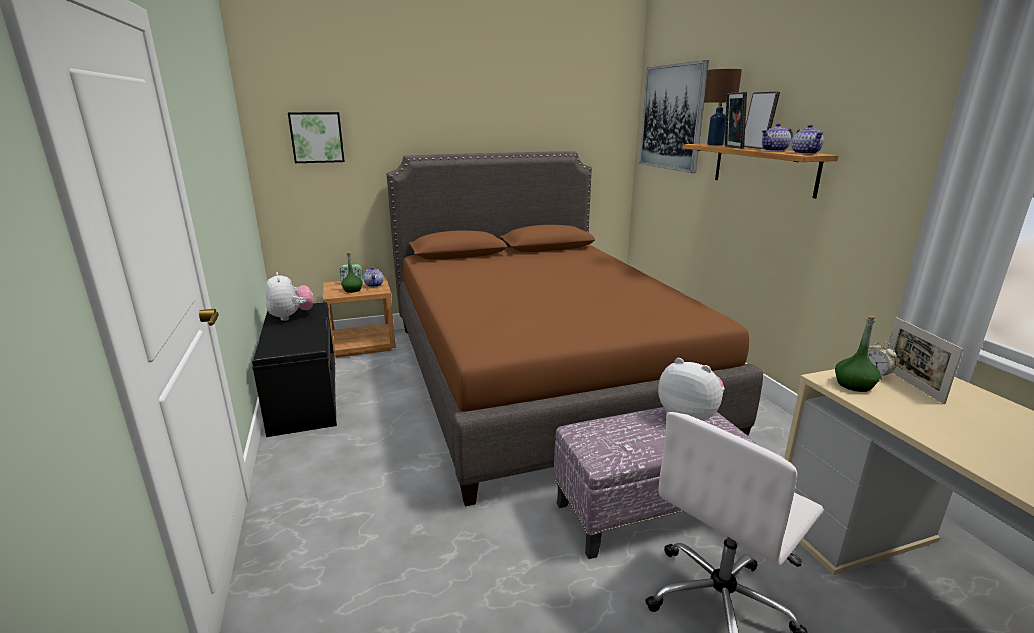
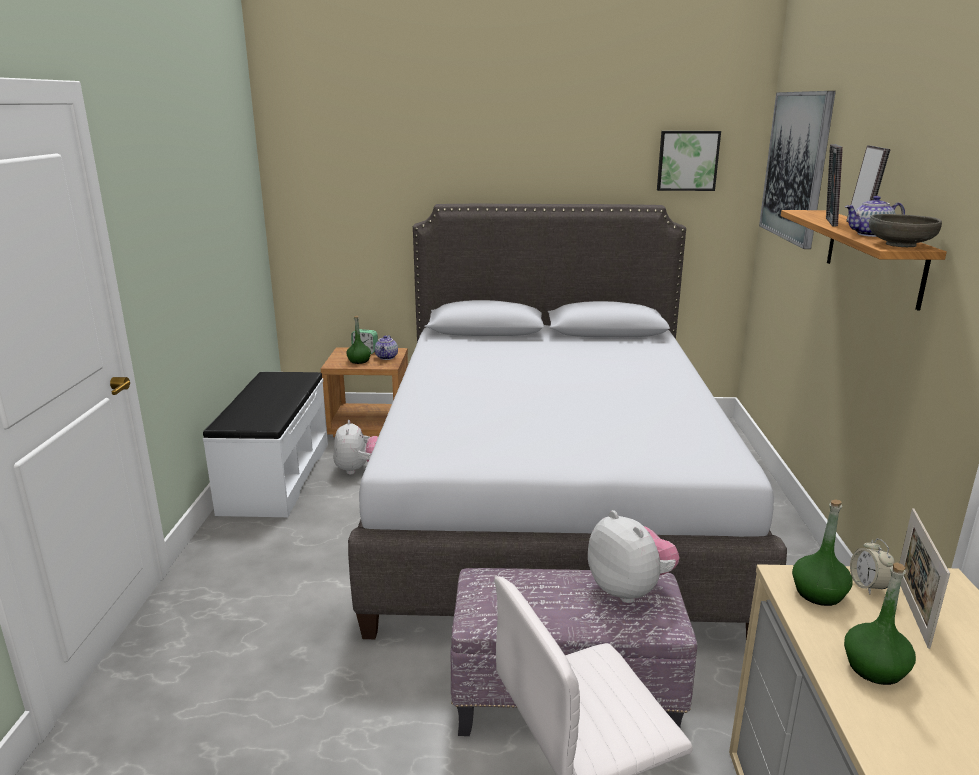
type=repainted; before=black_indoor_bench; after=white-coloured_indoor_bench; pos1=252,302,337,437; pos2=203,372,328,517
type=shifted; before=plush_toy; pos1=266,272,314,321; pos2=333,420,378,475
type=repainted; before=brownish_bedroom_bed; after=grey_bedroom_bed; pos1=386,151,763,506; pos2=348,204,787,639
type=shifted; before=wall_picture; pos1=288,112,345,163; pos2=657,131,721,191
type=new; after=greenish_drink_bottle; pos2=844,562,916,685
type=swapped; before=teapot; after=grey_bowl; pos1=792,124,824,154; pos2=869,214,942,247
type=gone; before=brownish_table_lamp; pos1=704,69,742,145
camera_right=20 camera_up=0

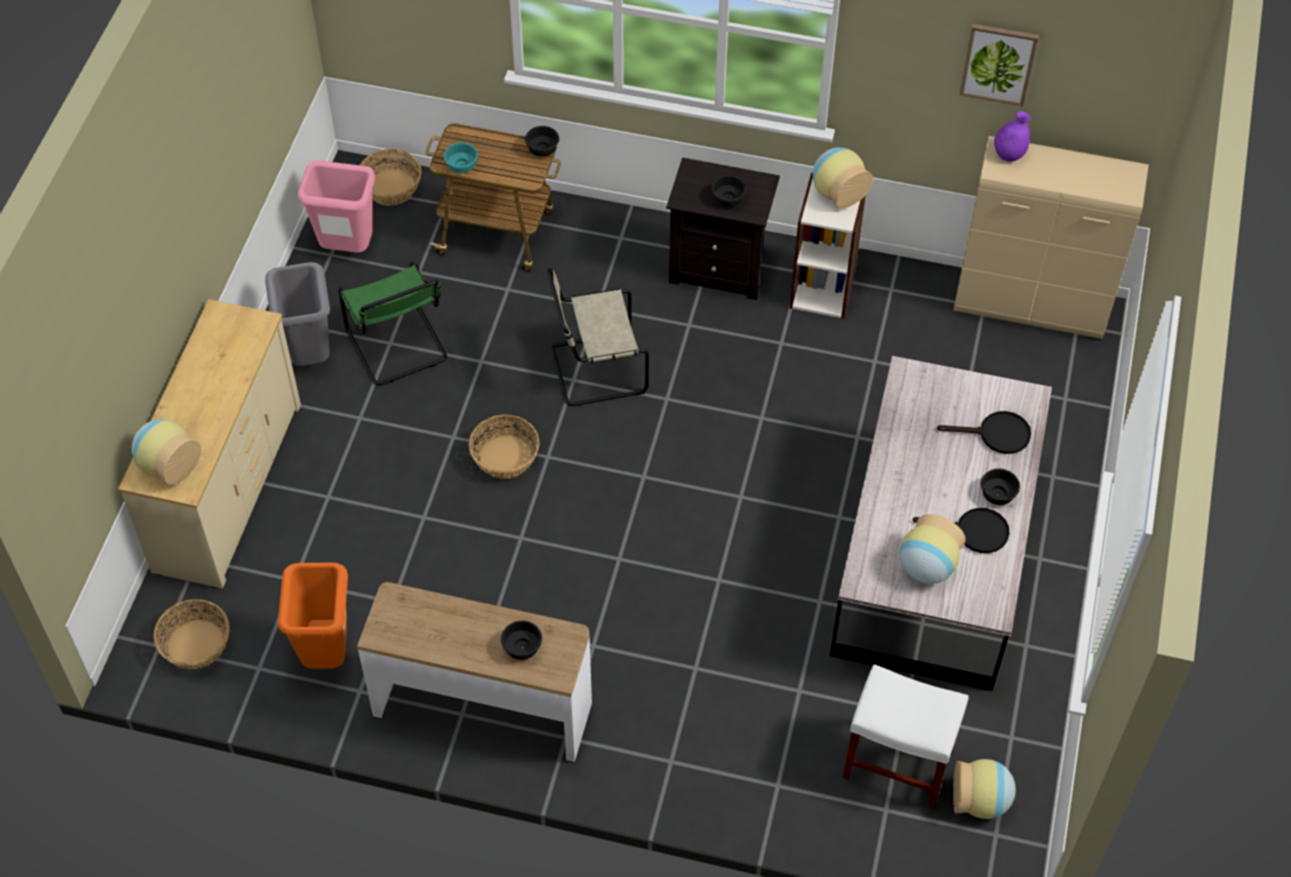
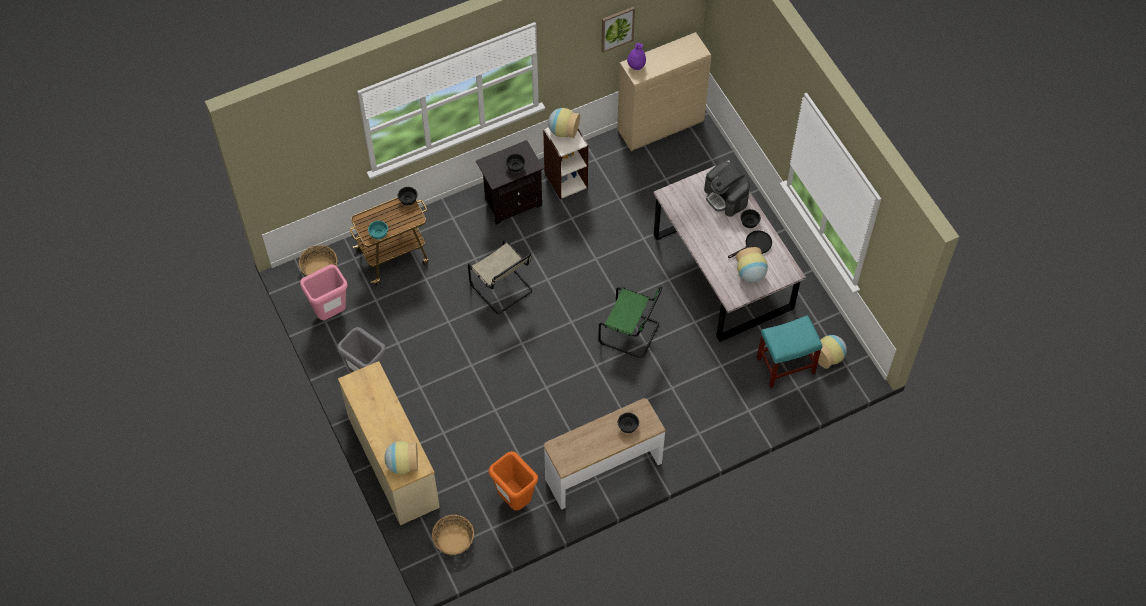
type=rotated; before=beige-coloured_plain_chair; pos1=547,268,649,406; pos2=468,241,532,314; turn=-75
type=shifted; before=greenish_plain_chair; pos1=338,262,447,385; pos2=598,287,662,358
type=swapped; before=black_frying_pan; after=coffee_brewer; pos1=937,411,1031,454; pos2=704,161,749,217
type=repainted; before=white-coloured_stool; after=blue-green_stool; pos1=843,664,969,809; pos2=757,315,822,388
type=gone; before=household_basket; pos1=469,415,539,479
camera_right=-40 camera_up=5

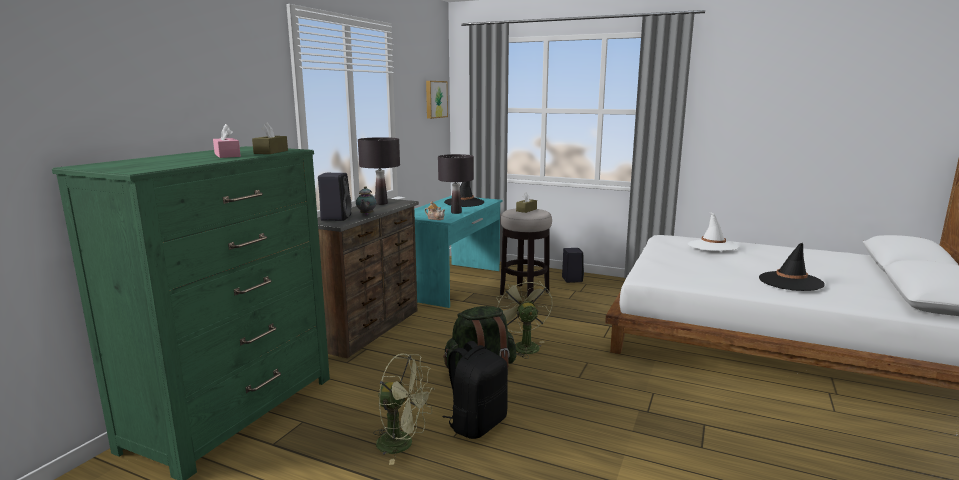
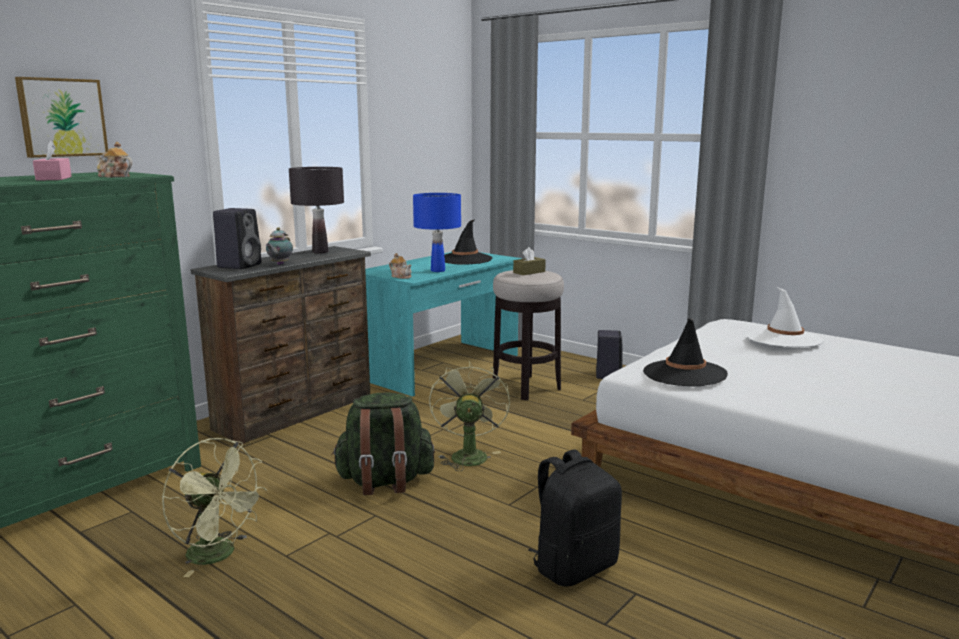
type=shifted; before=wall_picture; pos1=426,81,448,119; pos2=15,77,108,158
type=swapped; before=brownish_tissue_holder; after=teapot; pos1=252,122,288,154; pos2=95,142,133,177
type=repainted; before=black_table_lamp; after=bluish_table_lamp; pos1=438,154,474,214; pos2=413,193,461,272
type=shifted; before=black_rucksack; pos1=443,341,508,439; pos2=528,449,622,587
type=shifted; before=black_wearable_hat; pos1=759,243,825,291; pos2=643,318,728,386
camera_right=15 camera_up=0

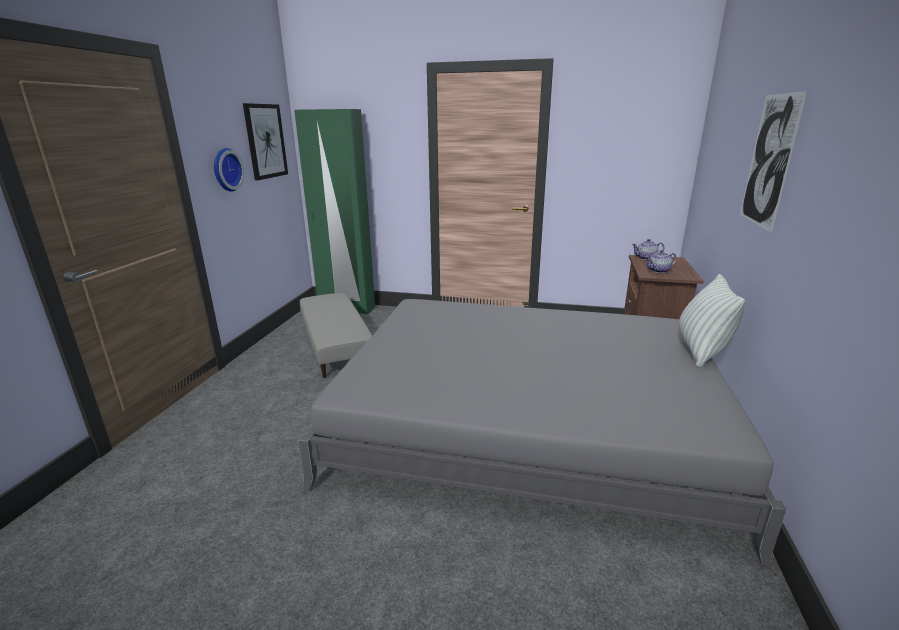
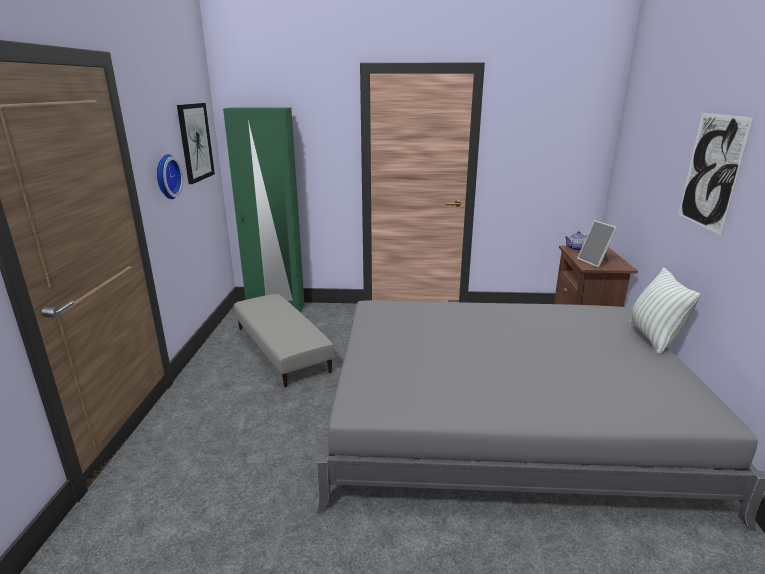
type=swapped; before=teapot; after=standing_frame; pos1=646,250,677,273; pos2=577,220,617,268
camera_right=-10 camera_up=0

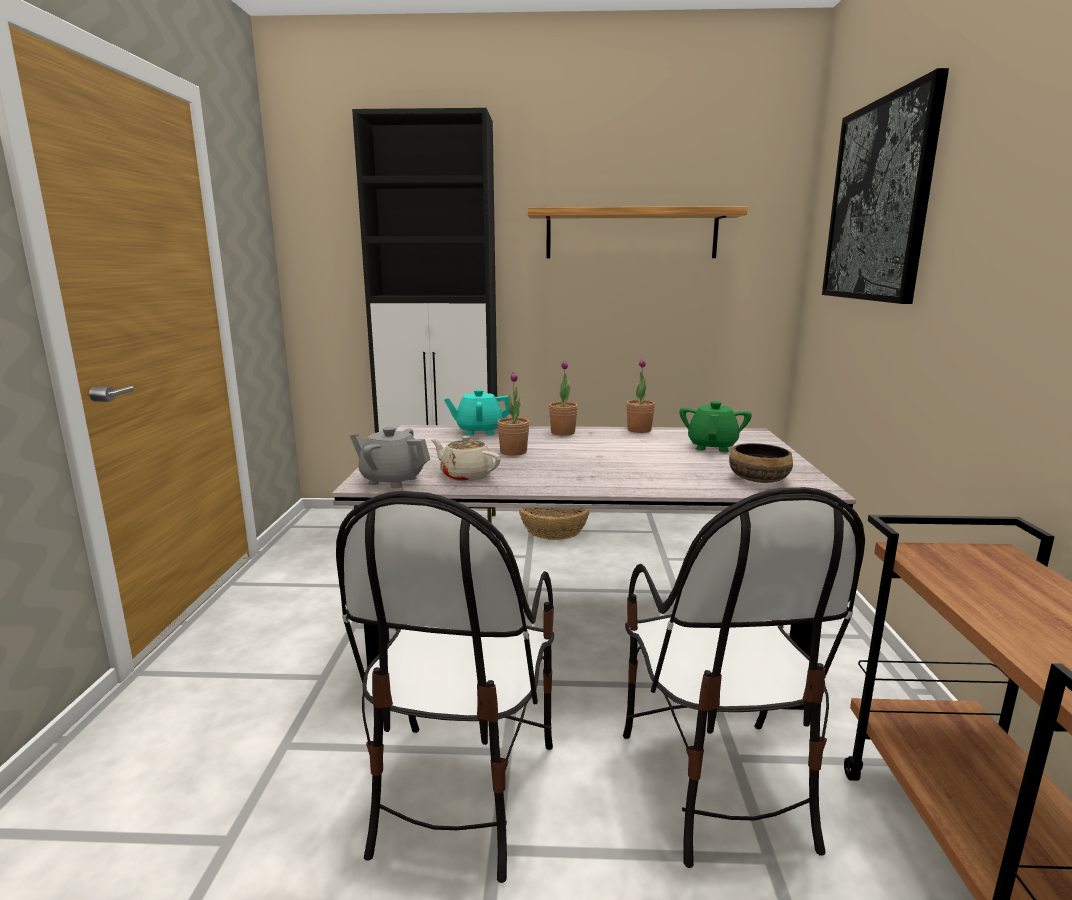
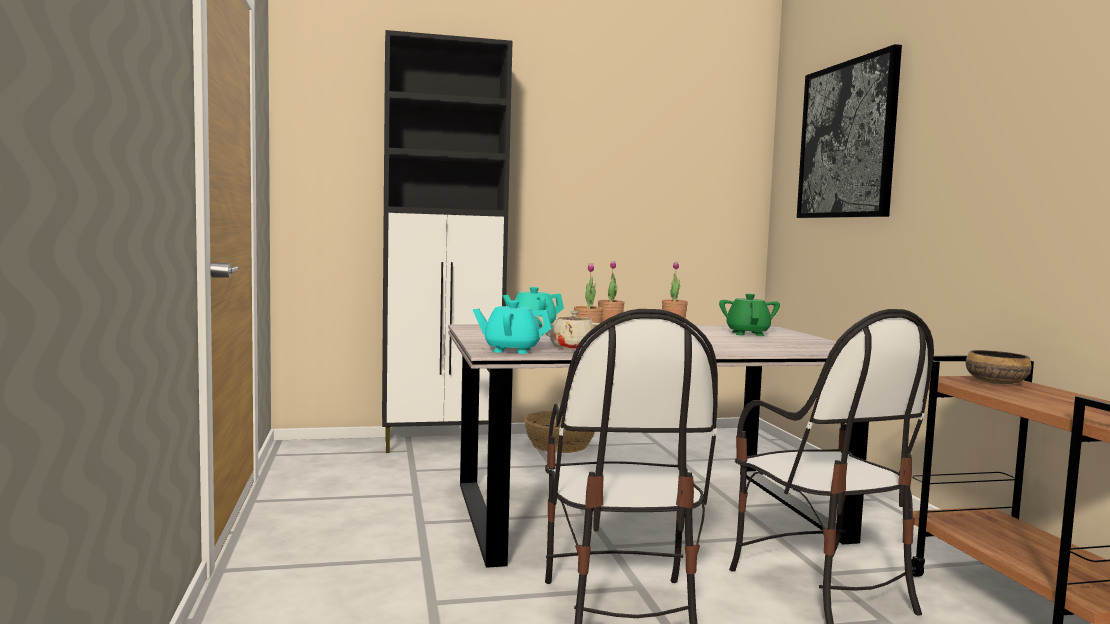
type=repainted; before=grey_teapot; after=blue-green_teapot; pos1=350,427,430,488; pos2=473,301,552,354
type=shifted; before=bowl; pos1=729,443,793,483; pos2=966,350,1032,384
type=gone; before=bracket_shelf; pos1=528,206,748,258
camera_right=-15 camera_up=-10

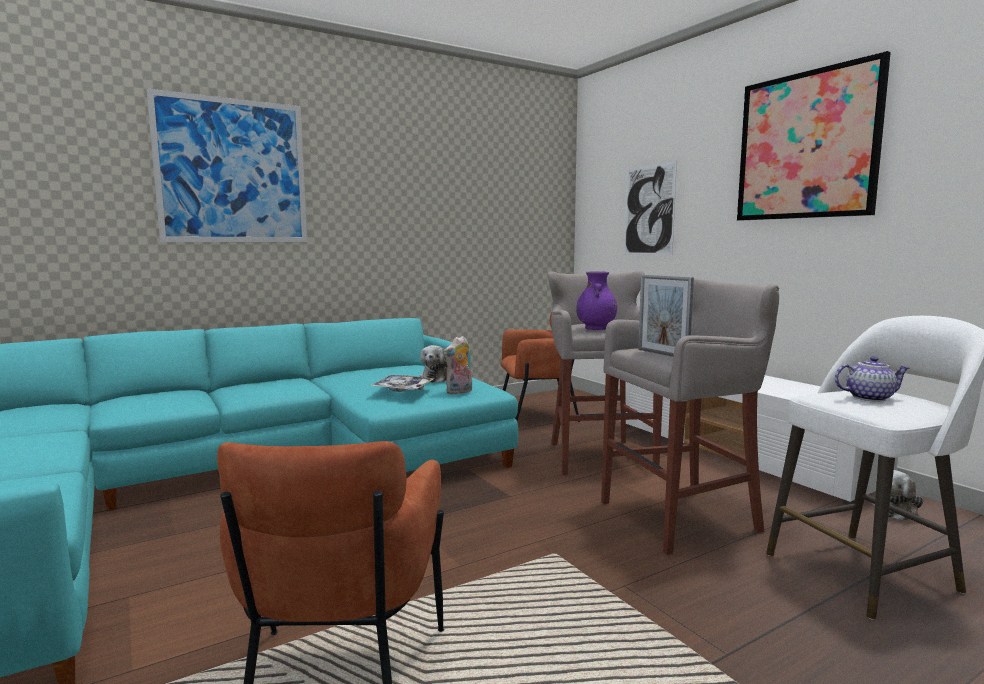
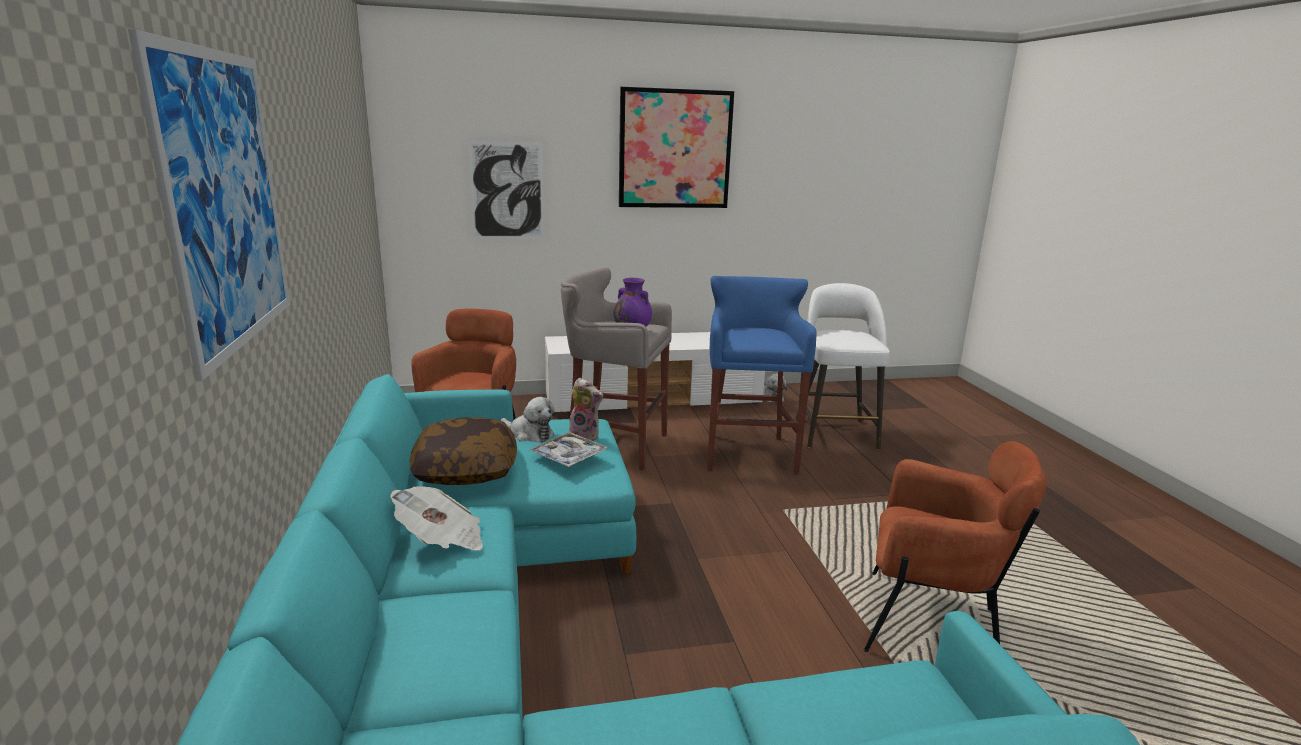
type=new; after=newspaper; pos2=390,486,483,550
type=new; after=throw_pillow; pos2=410,417,517,485
type=rotated; before=plush_toy; pos1=443,336,472,394; pos2=565,378,603,442; turn=-45
type=repainted; before=grey_stool; after=bluish_stool; pos1=601,278,779,555; pos2=707,276,817,475
type=gone; before=standing_frame; pos1=638,275,694,357
type=gone; before=teapot; pos1=835,356,909,402
camera_right=-70 camera_up=10

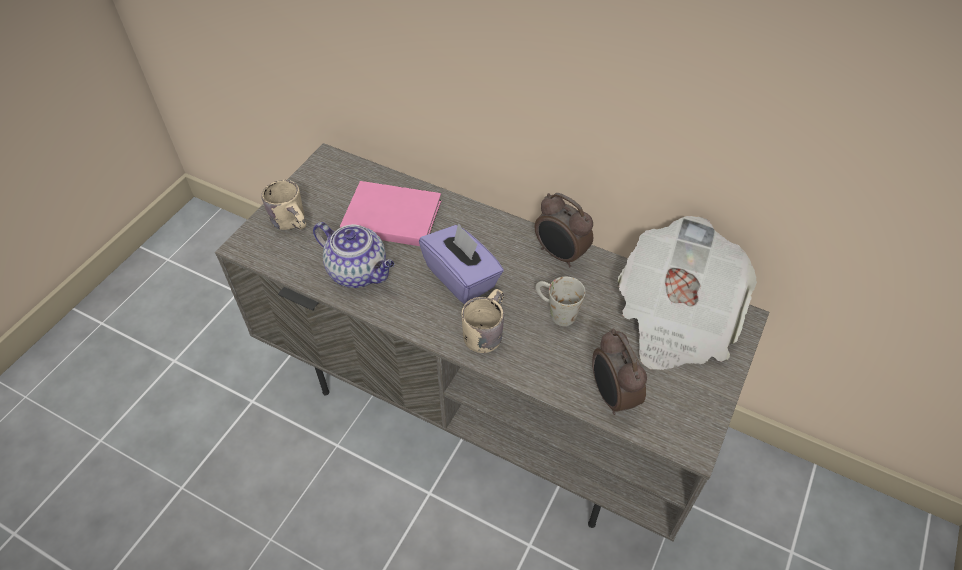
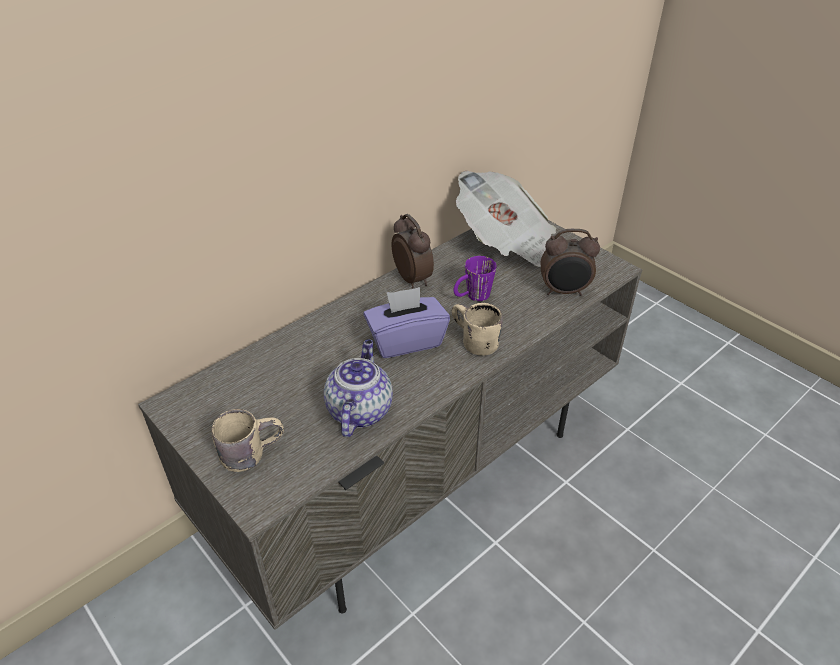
type=rotated; before=teapot; pos1=313,222,395,288; pos2=324,339,393,437; turn=-45
type=rotated; before=table_clock; pos1=535,193,593,267; pos2=392,214,434,288; turn=-90
type=repainted; before=white-coloured_mug; after=purple_mug; pos1=535,277,585,326; pos2=454,256,496,301
type=gone; before=pink-coloured_bound_book; pos1=340,181,441,246
camera_right=-70 camera_up=-10

